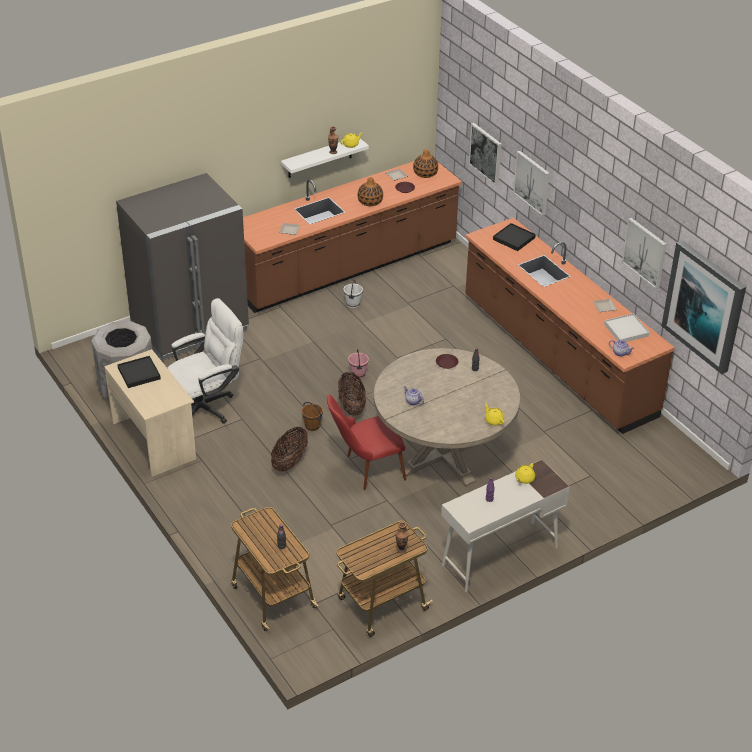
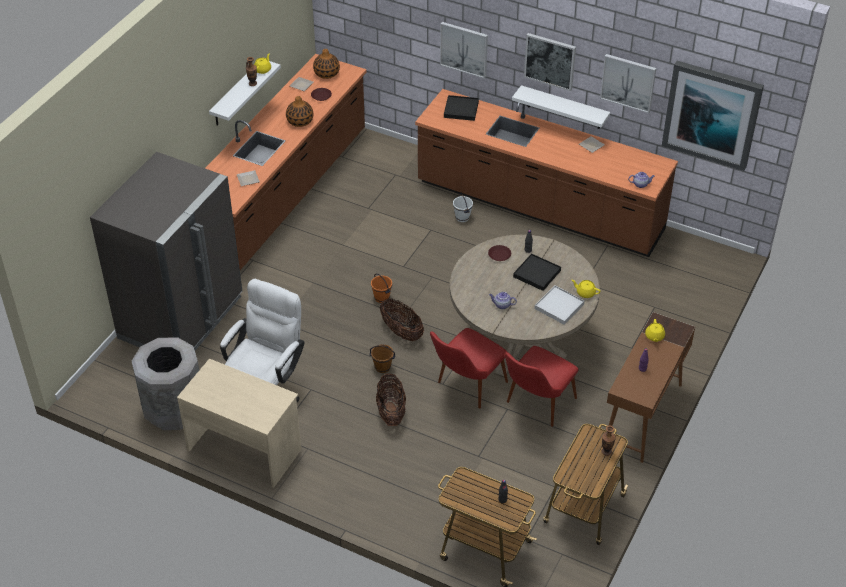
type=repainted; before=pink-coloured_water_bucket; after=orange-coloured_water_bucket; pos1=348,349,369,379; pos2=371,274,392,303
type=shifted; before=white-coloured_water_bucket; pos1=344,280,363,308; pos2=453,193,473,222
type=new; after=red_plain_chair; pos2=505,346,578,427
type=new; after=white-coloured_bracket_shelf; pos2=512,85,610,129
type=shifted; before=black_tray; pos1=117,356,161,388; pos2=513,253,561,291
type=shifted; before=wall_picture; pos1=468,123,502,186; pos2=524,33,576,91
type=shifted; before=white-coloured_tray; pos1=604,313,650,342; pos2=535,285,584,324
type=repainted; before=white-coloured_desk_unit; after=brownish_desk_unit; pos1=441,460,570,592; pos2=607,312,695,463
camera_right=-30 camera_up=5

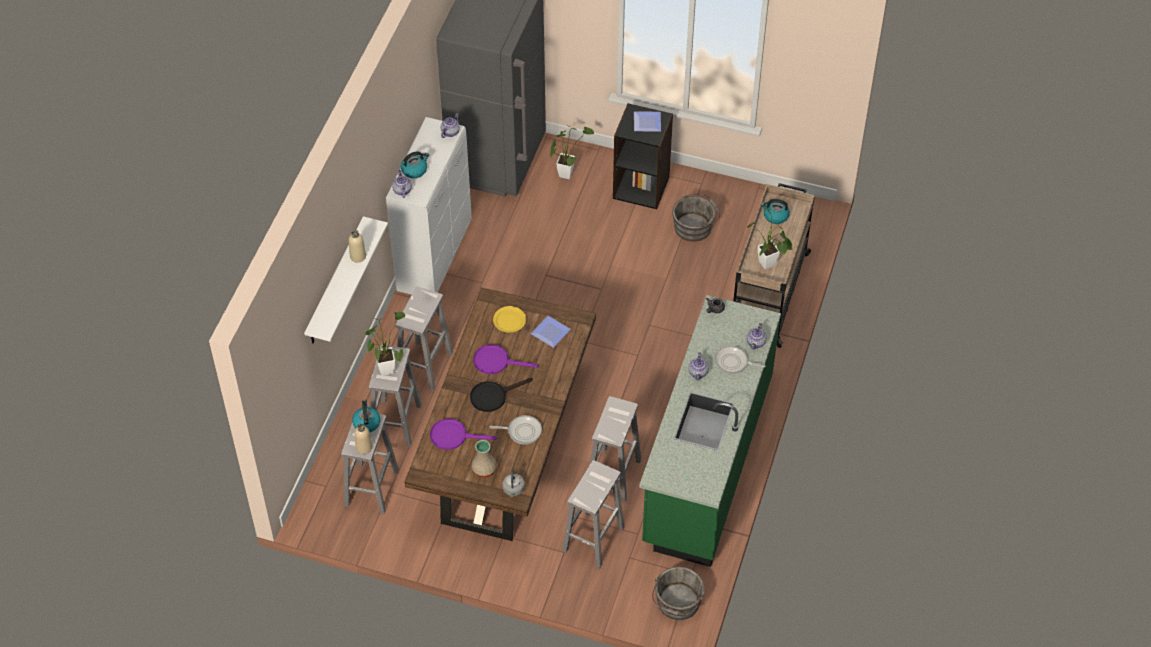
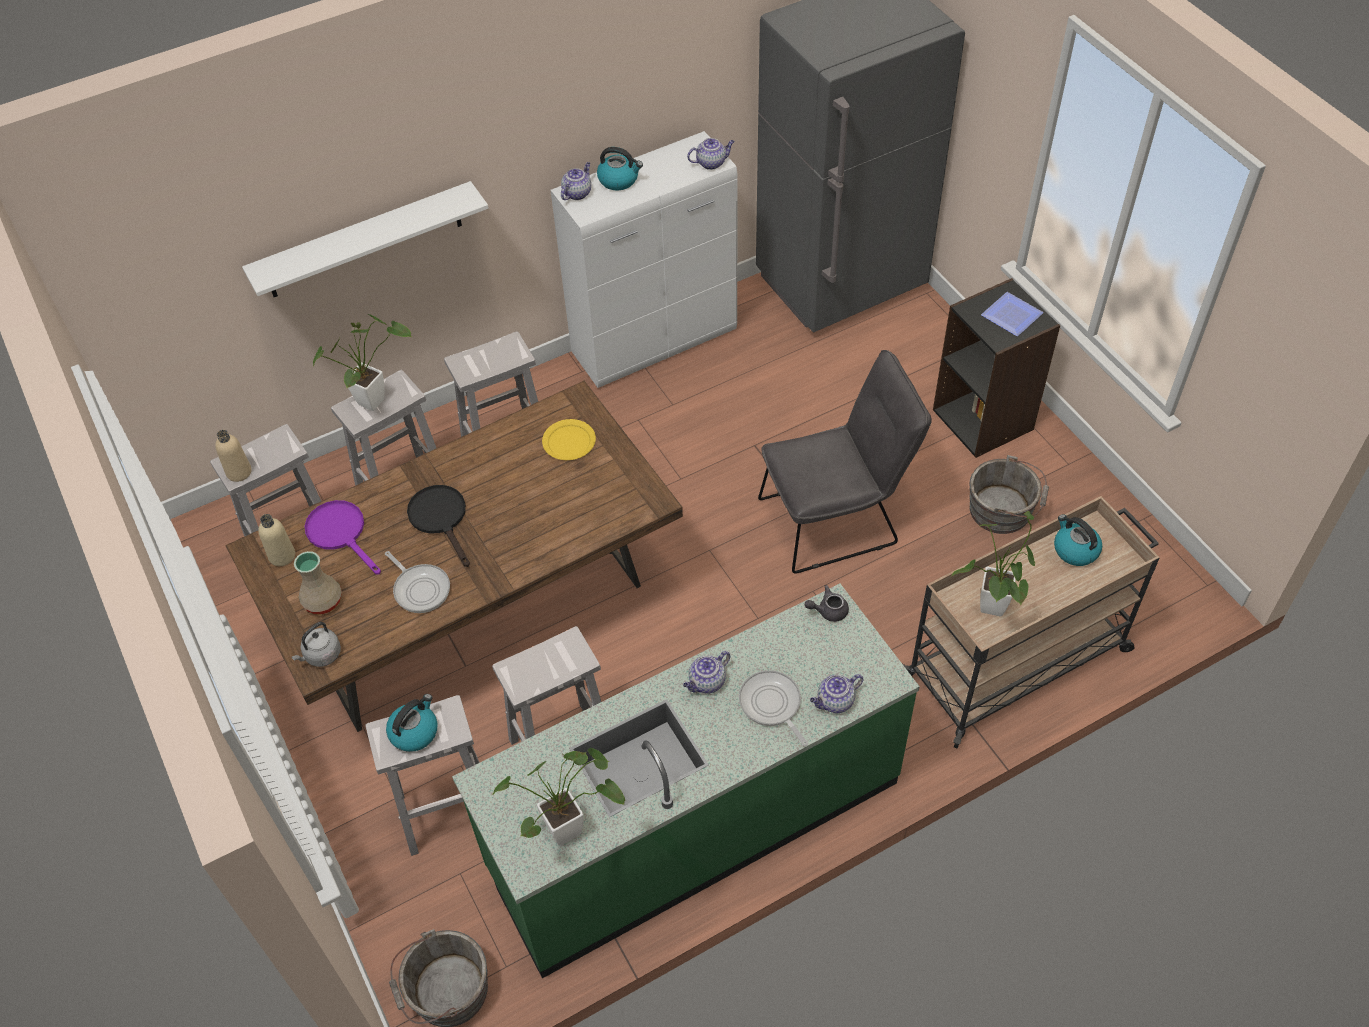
type=shifted; before=beige-coloured_drink_bottle; pos1=349,230,366,263; pos2=258,514,295,566
type=shifted; before=tea_kettle; pos1=352,399,381,432; pos2=386,694,438,752
type=rotated; before=black_frying_pan; pos1=470,378,532,412; pos2=407,485,470,567; turn=45
type=shifted; before=plant_in_a_pot; pos1=550,126,594,179; pos2=493,748,625,846
type=new; after=grey_plain_chair; pos2=758,350,932,574
type=gone; before=purple_frying_pan; pos1=473,344,538,374
type=gone; before=flat_dish; pos1=531,316,571,348
camera_right=45 camera_up=0

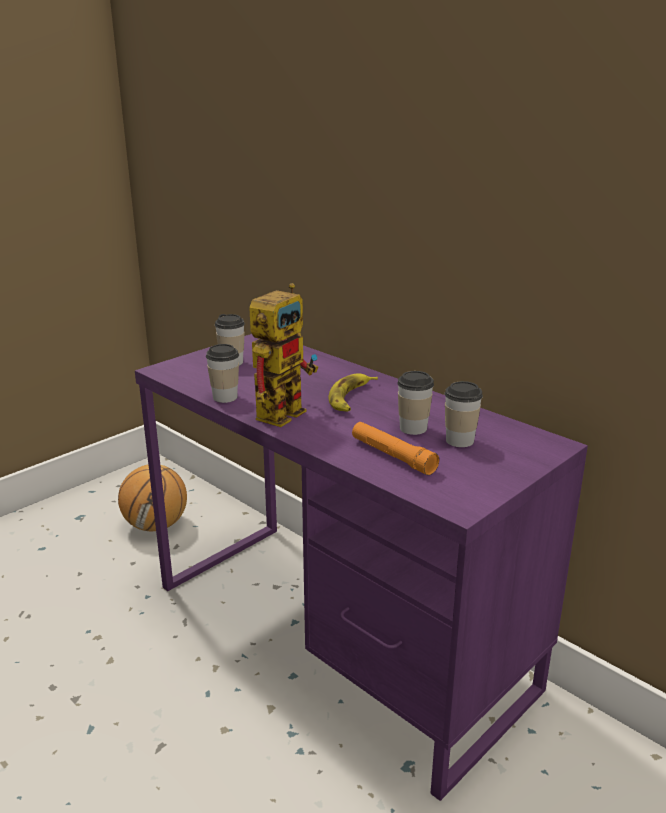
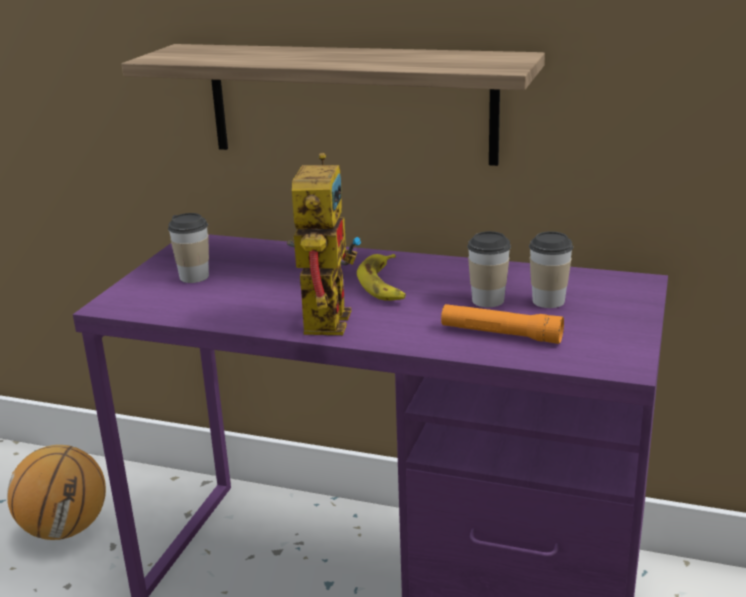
type=new; after=bracket_shelf; pos2=121,44,545,166
type=gone; before=cup; pos1=206,344,239,403
camera_right=-25 camera_up=0

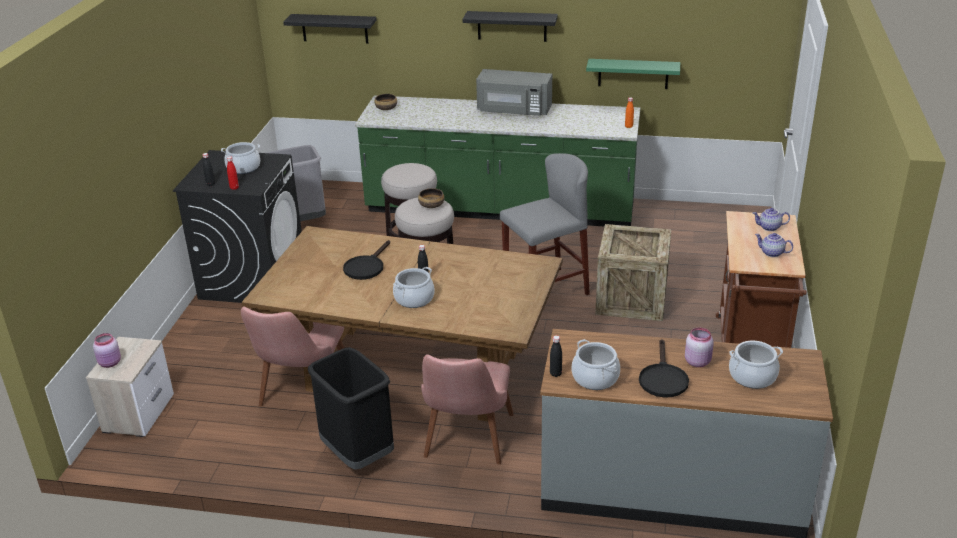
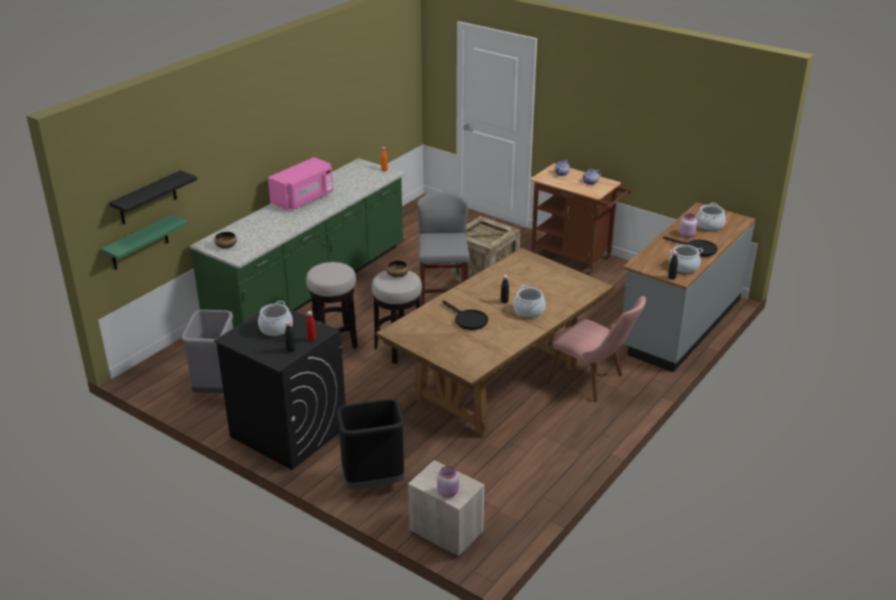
type=shifted; before=greenish_bracket_shelf; pos1=586,59,680,89; pos2=101,215,189,270
type=repainted; before=grey_microwave; after=pink-coloured_microwave; pos1=476,69,552,116; pos2=268,157,333,210
type=shifted; before=black_rubbish_bin; pos1=308,347,394,470; pos2=336,399,405,489
type=gone; before=pink-coloured_plain_chair; pos1=241,306,344,407
type=gone; before=black_bracket_shelf; pos1=462,11,558,42
camera_right=-65 camera_up=0

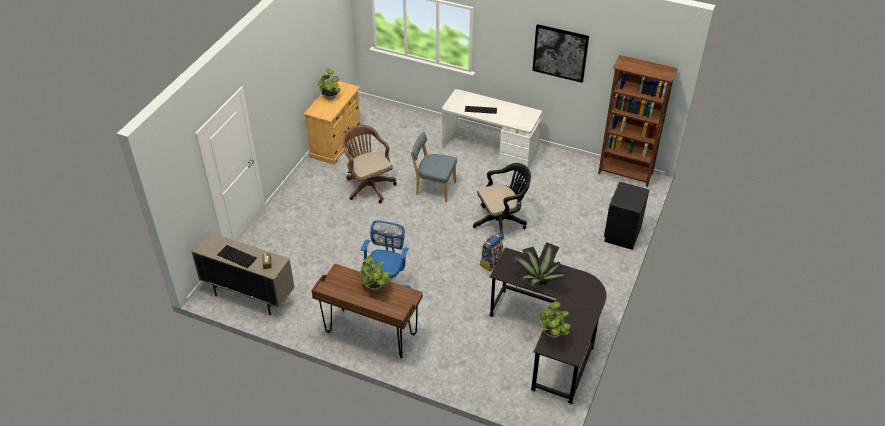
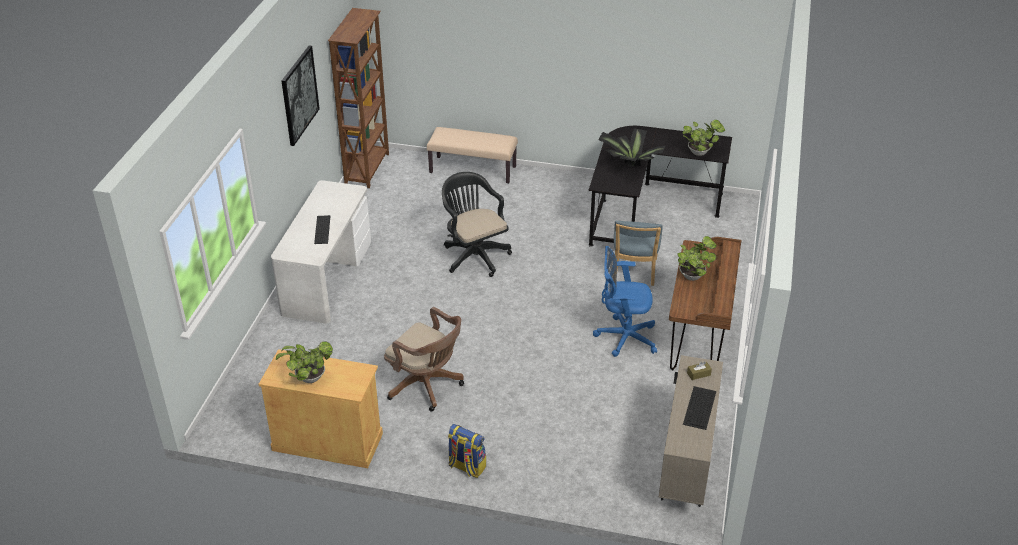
type=rotated; before=brownish_desk_chair; pos1=342,125,397,203; pos2=384,307,464,412; turn=-105
type=swapped; before=black_night_table; after=beige-coloured_indoor_bench; pos1=604,181,649,250; pos2=427,127,518,183
type=shifted; before=rucksack; pos1=480,233,504,271; pos2=448,424,486,478
type=shifted; before=bluish_plain_chair; pos1=410,132,457,202; pos2=614,221,662,286
camera_right=-100 camera_up=-5

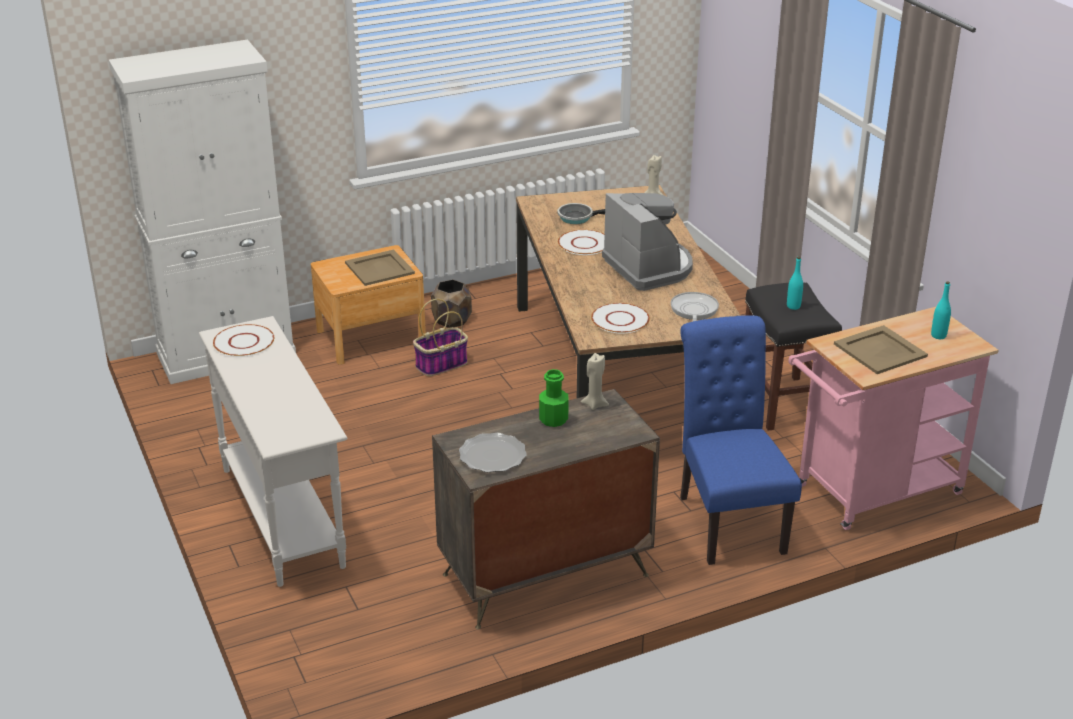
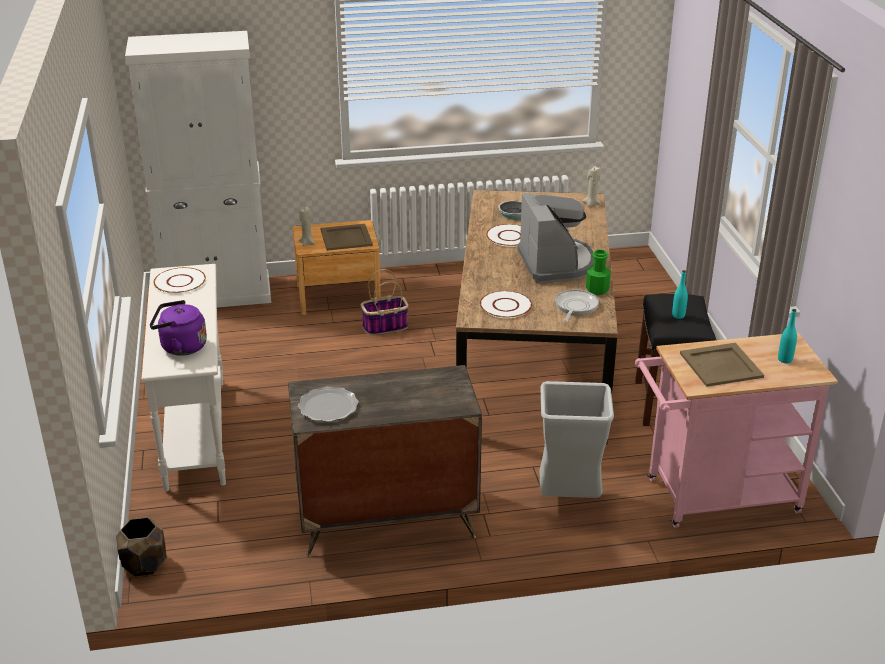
type=shifted; before=brownish_flower_pot; pos1=431,279,472,328; pos2=116,517,167,576
type=new; after=purple_tea_kettle; pos2=150,300,207,356
type=shifted; before=beige-coloured_candle; pos1=581,353,609,410; pos2=299,207,315,246
type=swapped; before=bluish_plain_chair; after=grey_rubbish_bin; pos1=680,315,802,565; pos2=539,381,614,498
type=shifted; before=greenish_drink_bottle; pos1=539,369,569,427; pos2=586,250,611,295
camera_right=15 camera_up=0

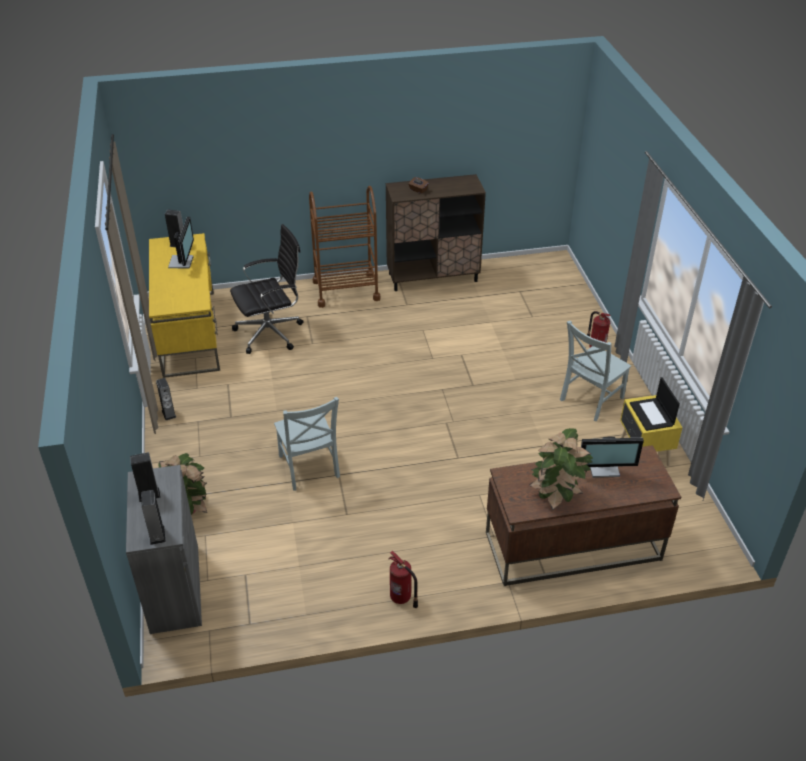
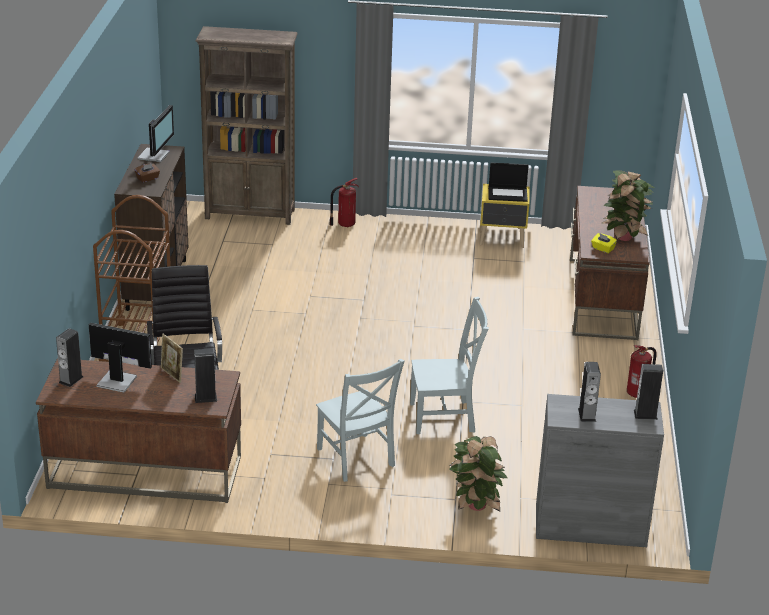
type=repainted; before=yellow_desk_unit; after=brownish_desk_unit; pos1=149,233,220,378; pos2=36,358,241,503
type=shifted; before=monitor; pos1=581,437,644,478; pos2=138,105,174,162
type=new; after=standing_frame; pos2=161,334,183,383
type=shifted; before=speaker; pos1=156,378,176,420; pos2=194,348,217,403
type=new; after=brownish_bookcase; pos2=196,26,298,225
type=shifted; before=grey_plain_chair; pos1=560,321,631,421; pos2=316,359,405,482
type=new; after=yellow_tissue_holder; pos2=591,233,617,253
camera_right=-75 camera_up=-10

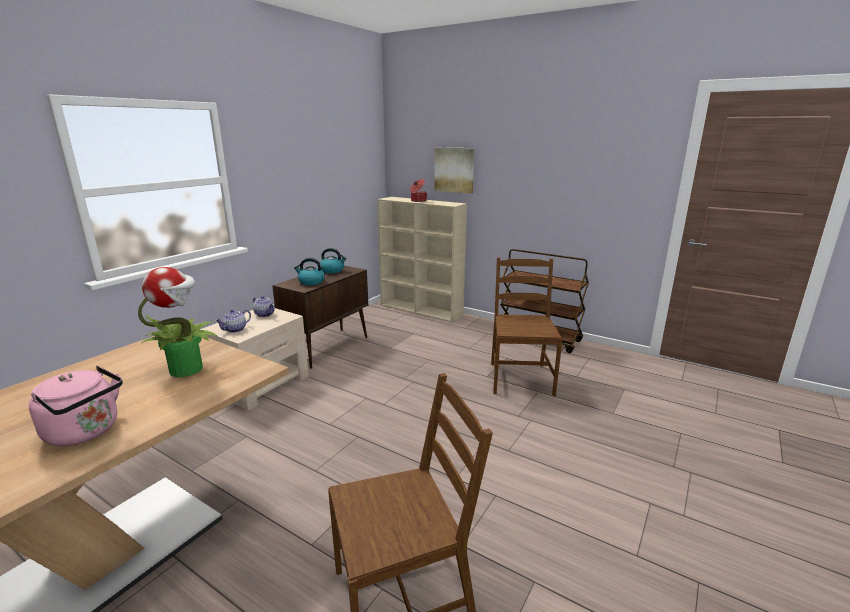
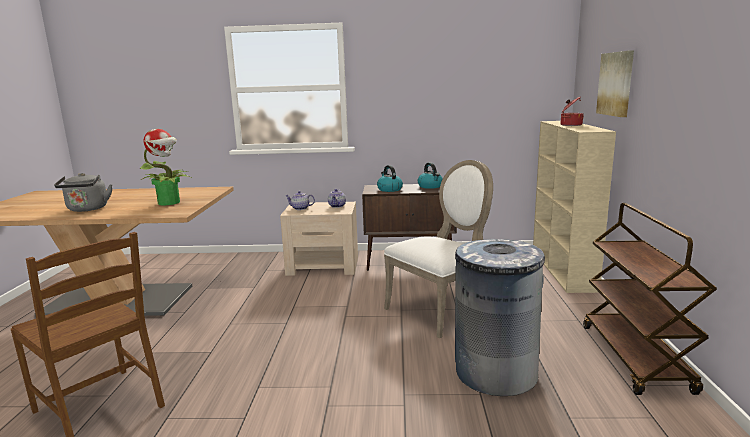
type=repainted; before=pink-coloured_tea_kettle; after=grey_tea_kettle; pos1=29,366,123,446; pos2=54,173,113,212
type=new; after=white-coloured_plain_chair; pos2=384,160,493,338
type=swapped; before=brownish_plain_chair; after=grey_rubbish_bin; pos1=491,258,563,396; pos2=455,239,545,396
camera_right=60 camera_up=-5

